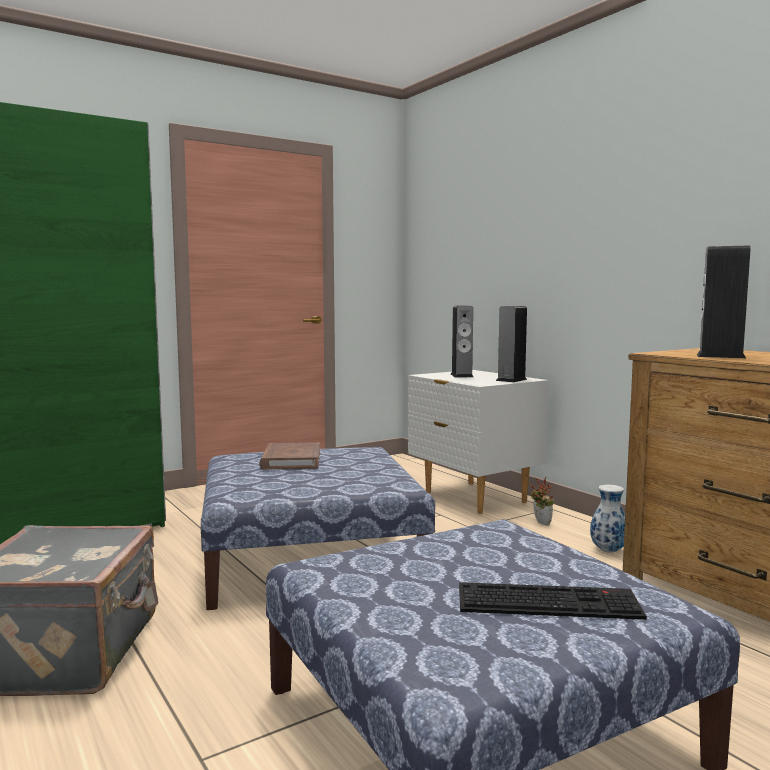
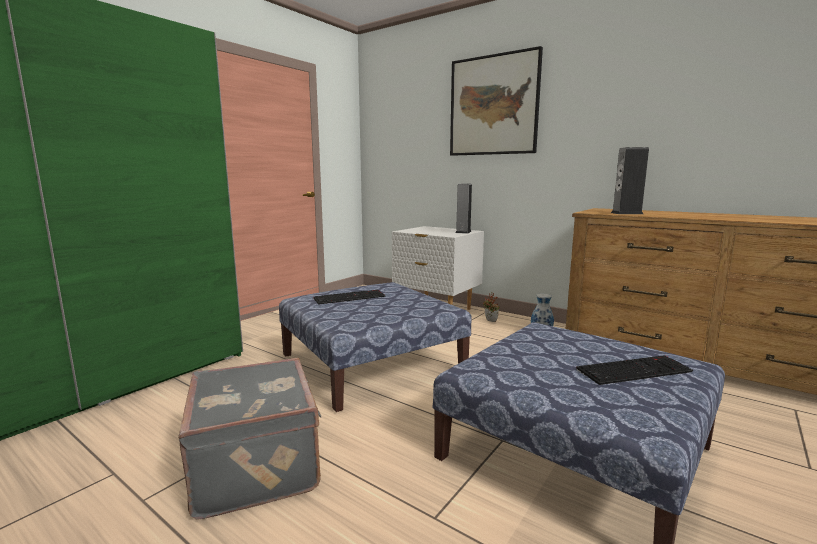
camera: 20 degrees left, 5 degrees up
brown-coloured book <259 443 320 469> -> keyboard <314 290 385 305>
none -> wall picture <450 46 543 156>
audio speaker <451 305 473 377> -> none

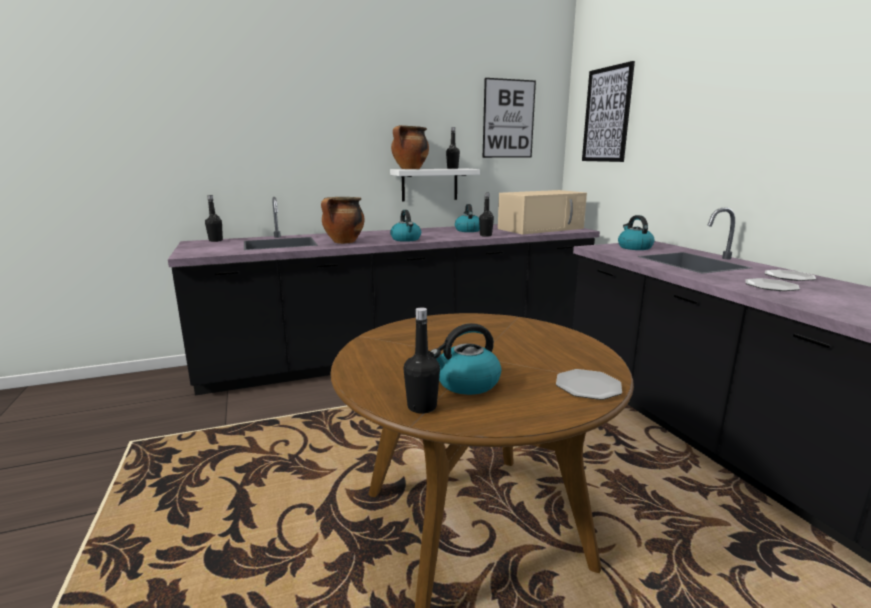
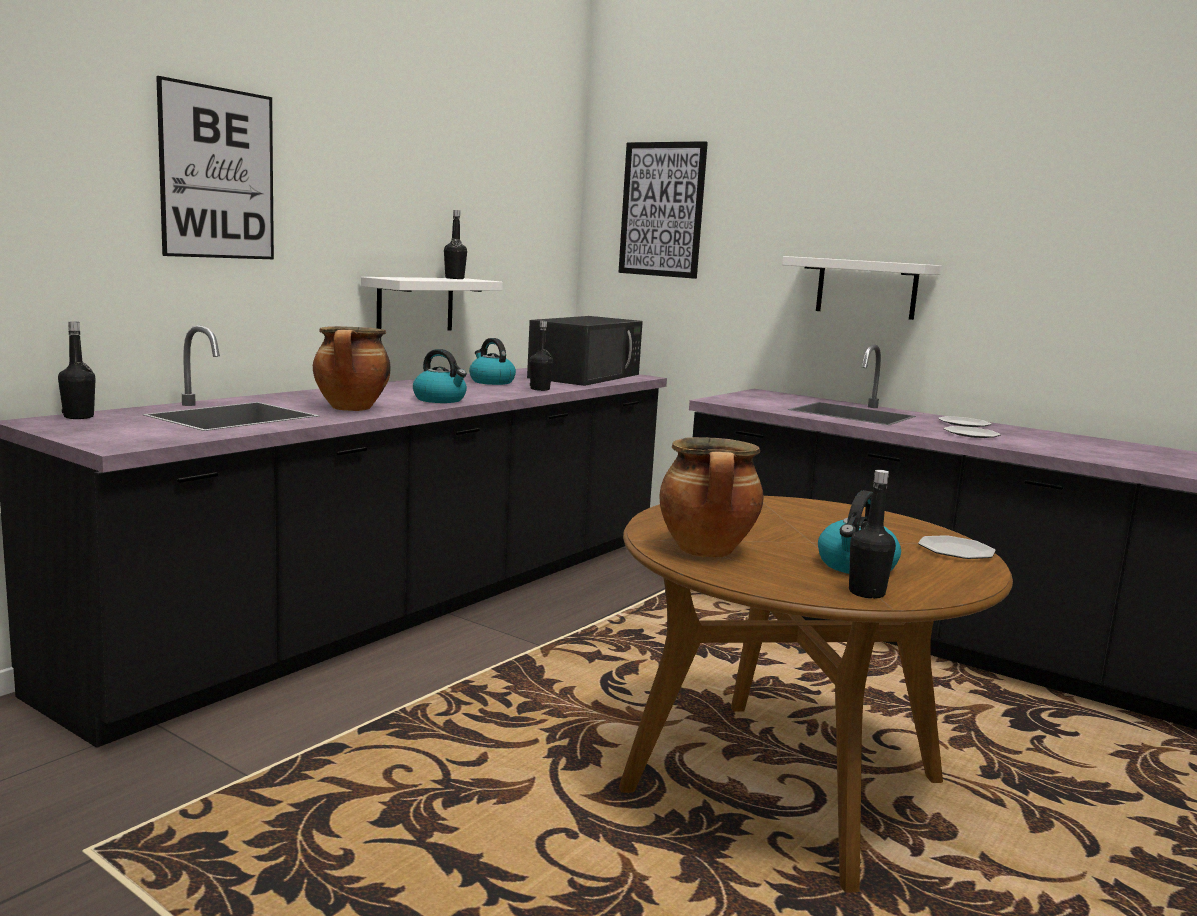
camera: 35 degrees left, 5 degrees down
wall picture <483 78 536 158> -> wall picture <156 76 274 259>, move
sand-coloured microwave oven <498 190 587 235> -> black-coloured microwave oven <527 316 643 386>
cooking pot <391 125 429 169> -> cooking pot <660 437 763 558>, move
none -> whitish bracket shelf <782 256 941 320>
tea kettle <618 215 655 250> -> none

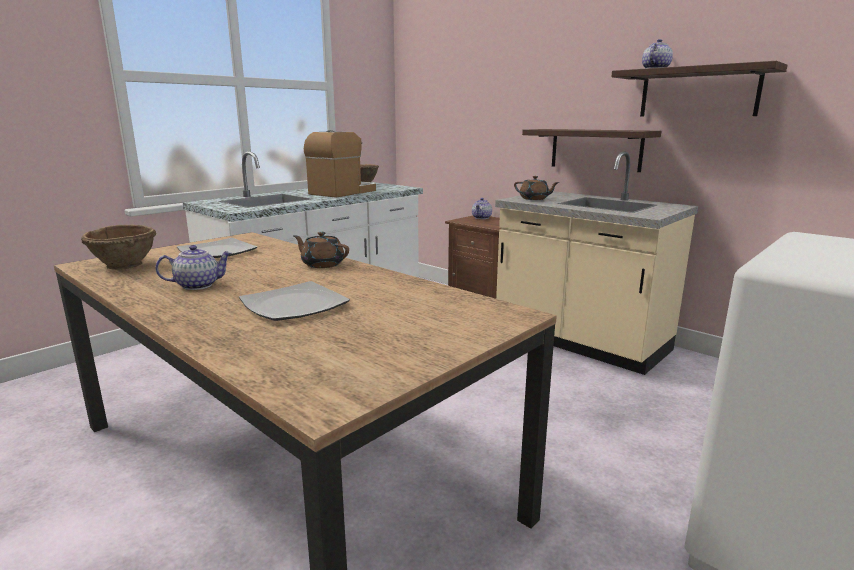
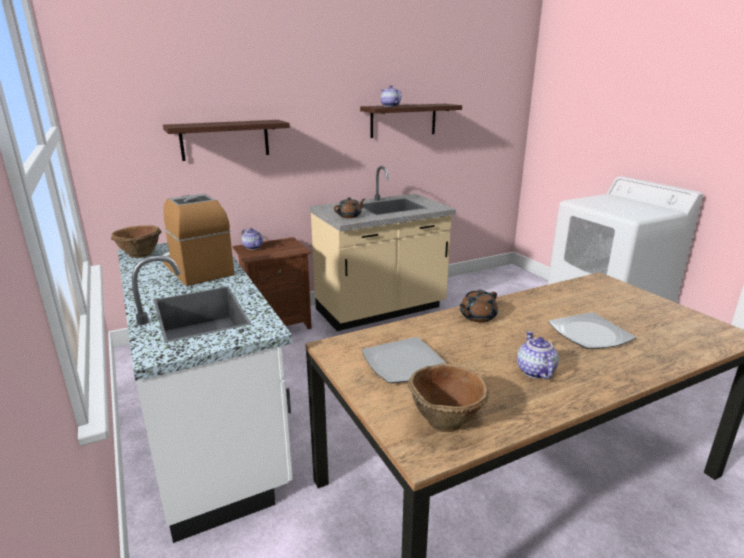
camera: 70 degrees left, 5 degrees up
bracket shelf <522 129 661 172> -> bracket shelf <163 120 290 161>, move

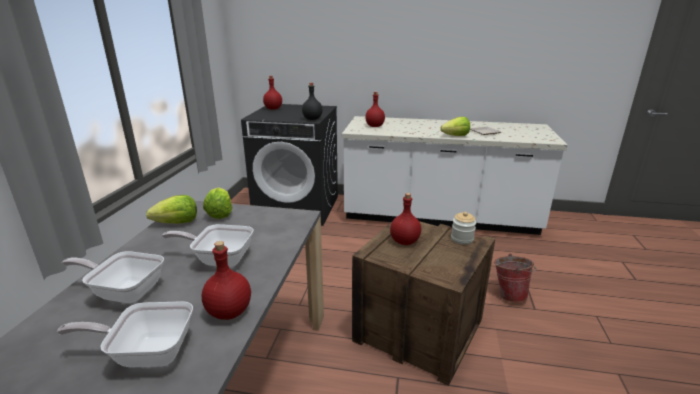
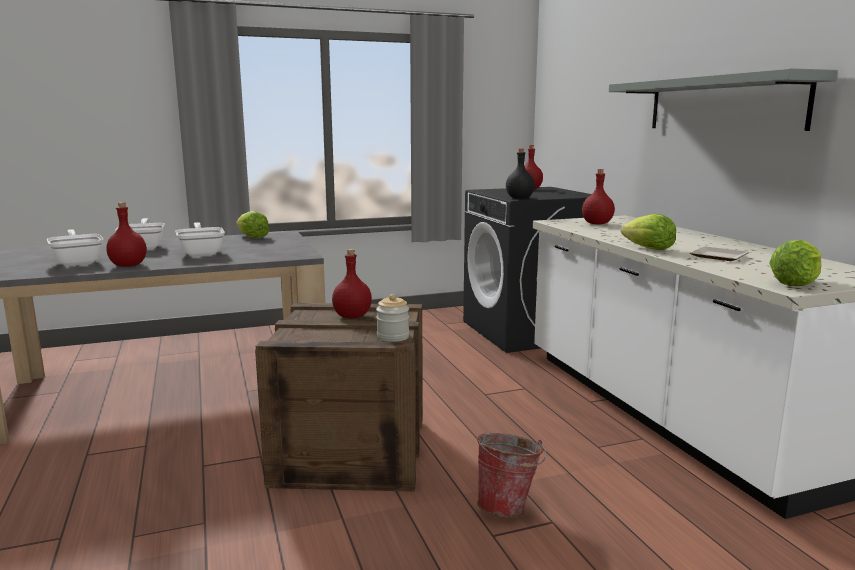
camera: 60 degrees right, 10 degrees down
none -> gray bracket shelf <609 68 838 131>
lettuce head <203 187 232 219> -> lettuce head <769 240 821 286>, move

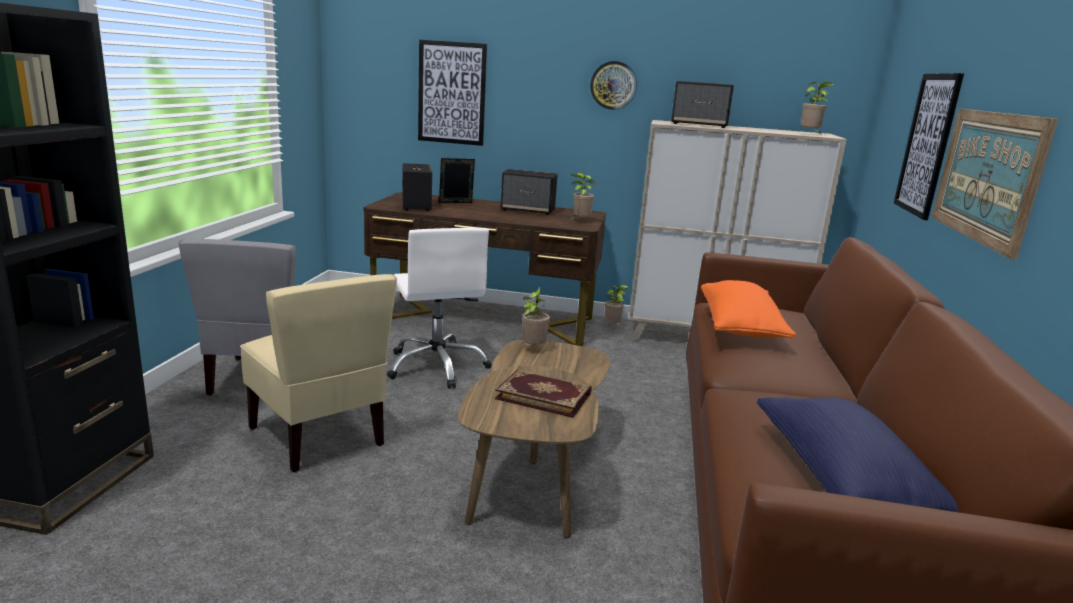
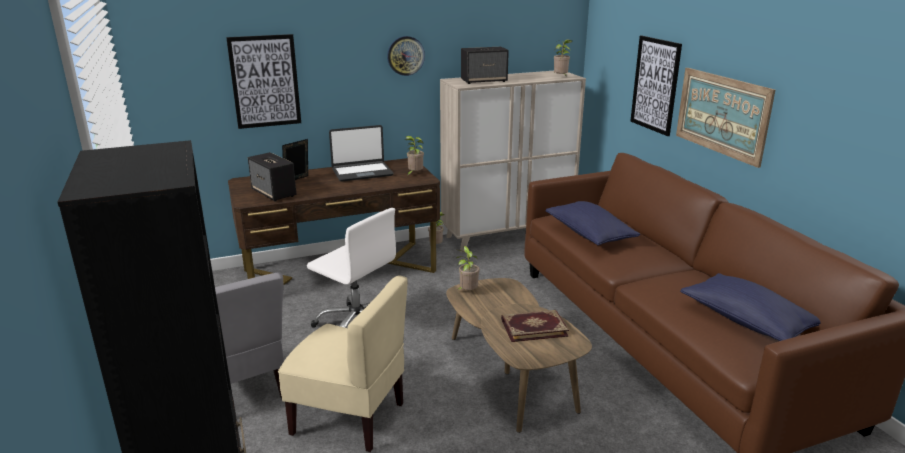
camera: 30 degrees left, 5 degrees up
audio speaker <500 169 558 215> -> portable computer <329 125 394 182>
orange pillow <701 280 796 338> -> blue-coloured pillow <545 201 640 245>

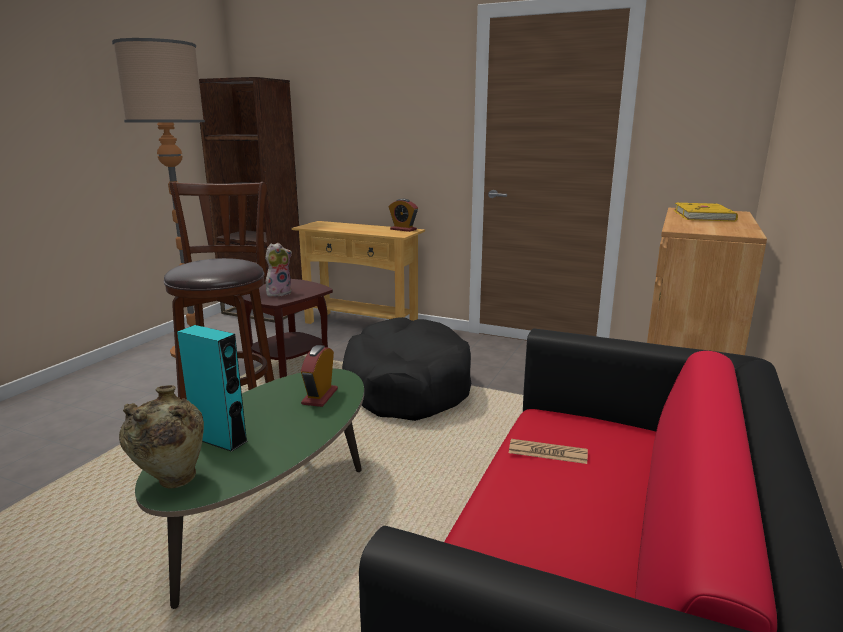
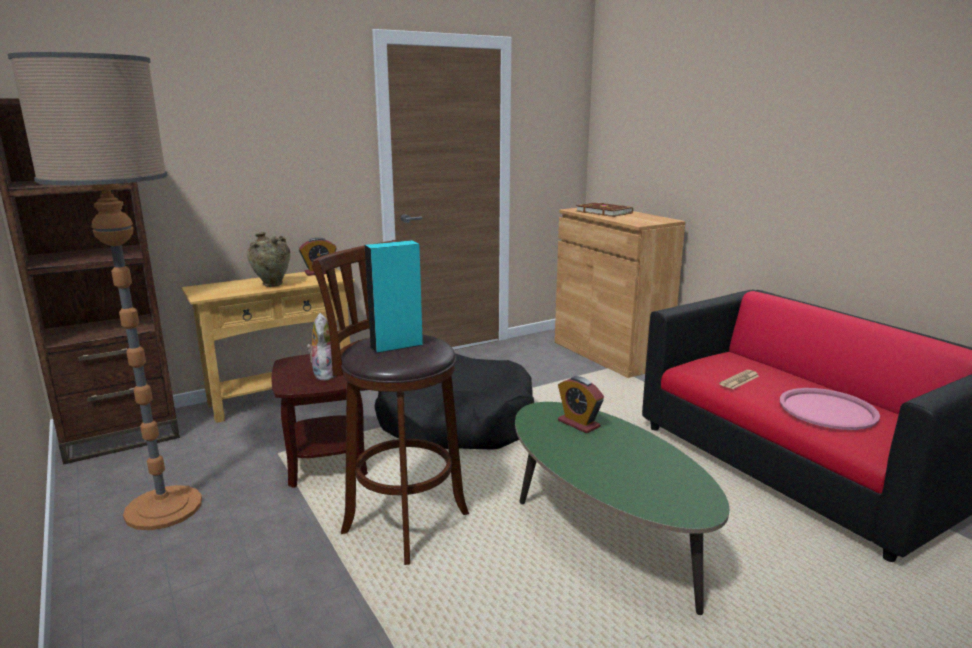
camera: 55 degrees left, 0 degrees up
sand-coloured decorative vase <119 385 204 489> -> sand-coloured decorative vase <247 232 290 287>, move
turquoise audio speaker <177 325 248 452> -> turquoise audio speaker <365 240 423 353>, move
yellow book <674 202 738 221> -> brown-coloured book <576 202 633 217>
none -> pinkish tray <780 388 880 430>

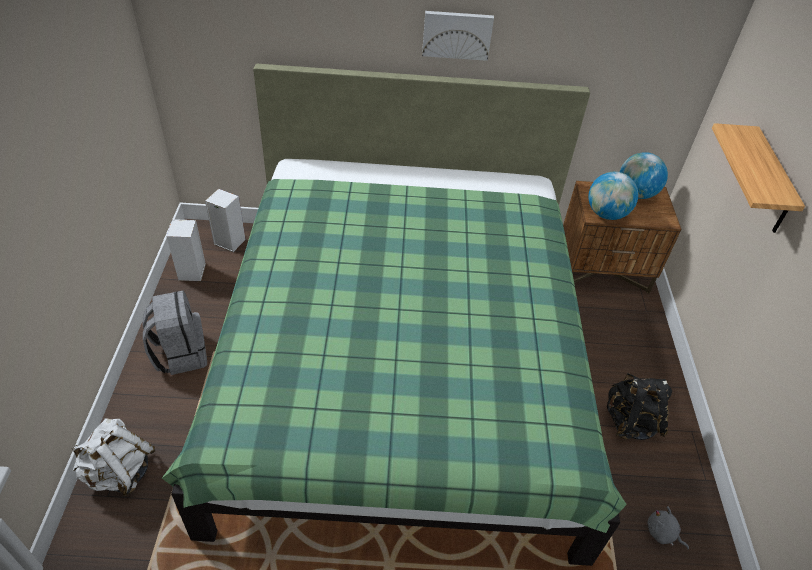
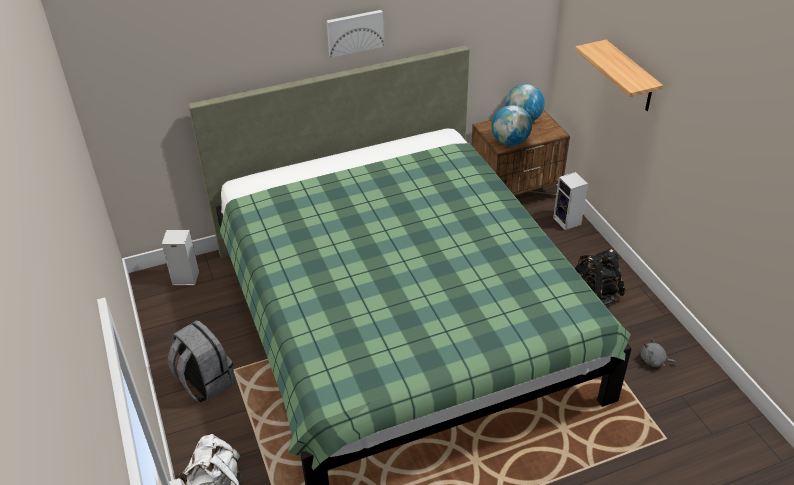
camera: 20 degrees left, 5 degrees down
audio speaker <166 219 206 281> -> audio speaker <553 172 588 230>, move

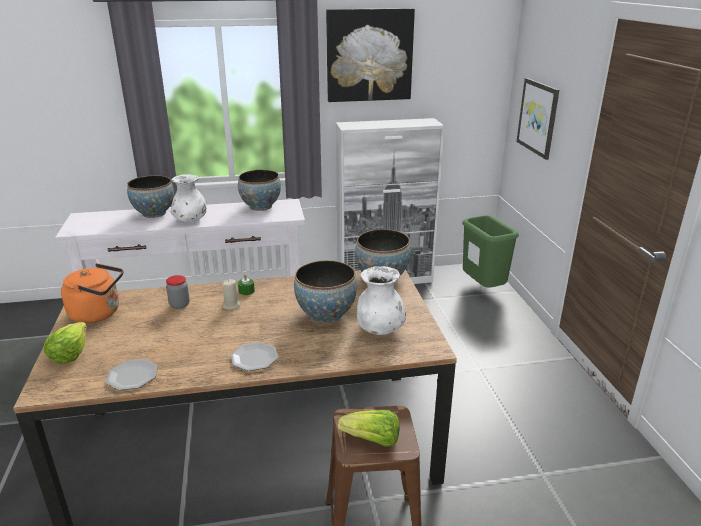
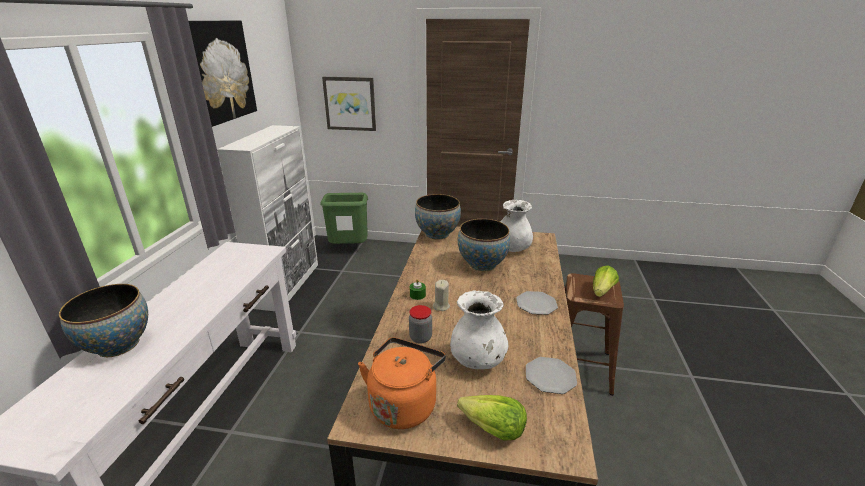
camera: 70 degrees left, 0 degrees up
whitish decorative vase <171 174 206 222> -> whitish decorative vase <450 290 508 369>, move
serving bowl <238 170 281 211> -> none

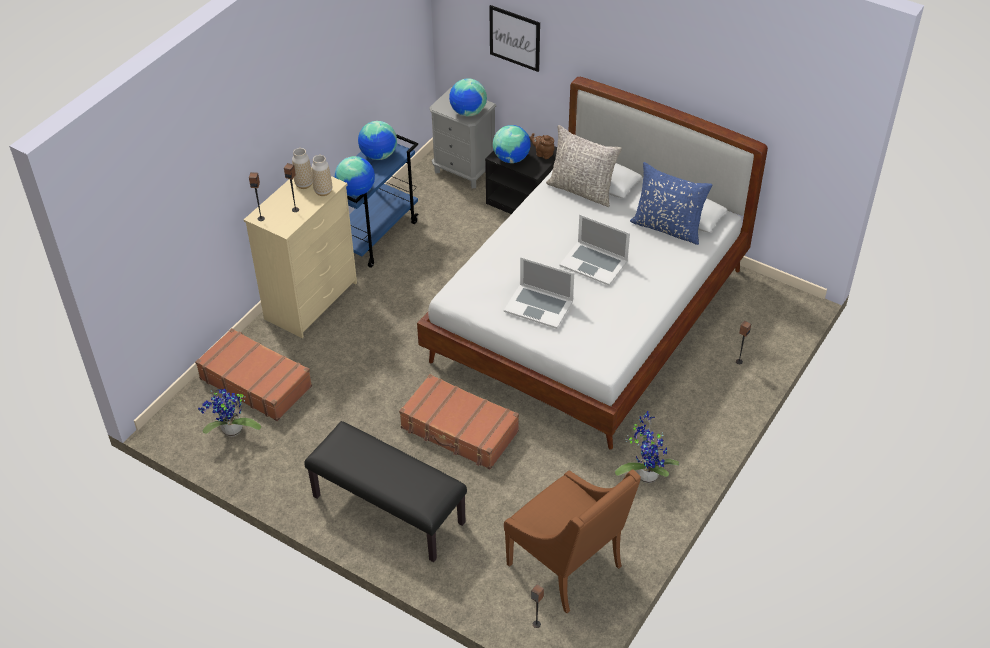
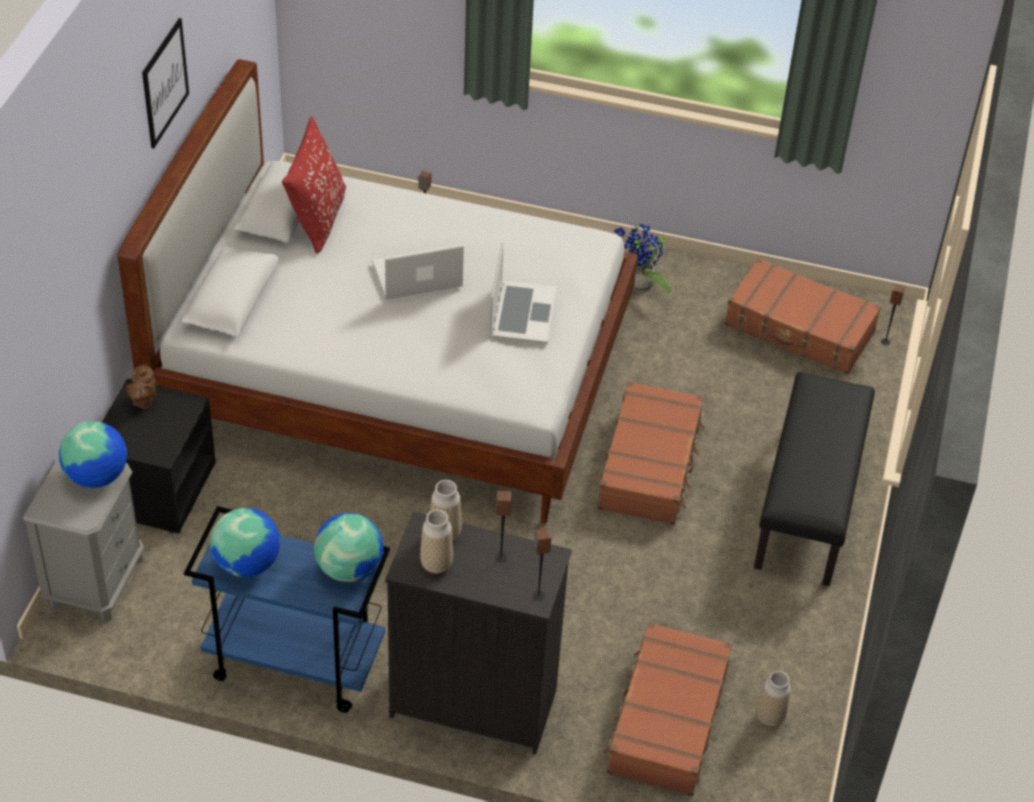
camera: 110 degrees left, 0 degrees up
wall picture <489 5 540 72> -> wall picture <142 18 189 149>, move
blue-coloured pillow <630 162 713 245> -> reddish pillow <282 116 346 254>
portable computer <559 214 630 286> -> portable computer <372 245 464 300>, 120 degrees counterclockwise
sand-coloured dresser <244 168 357 338> -> black-coloured dresser <385 512 572 755>
brown-coloured easy chair <504 470 641 613> -> brown-coloured suitcase <724 258 881 375>
plant in a pot <198 388 261 437> -> decorative vase <757 671 791 727>
globe <493 125 531 163> -> none
gray pillow <546 125 622 207> -> none

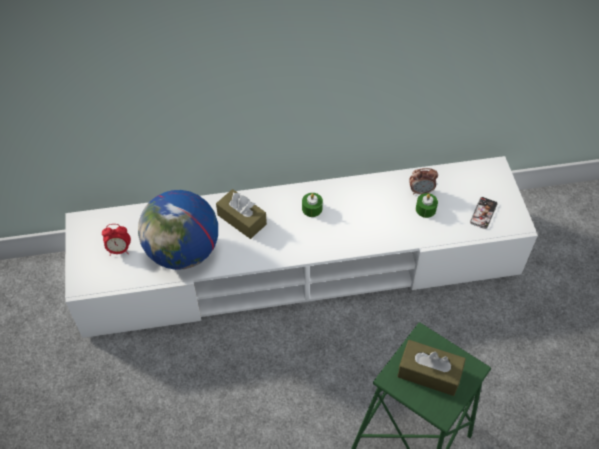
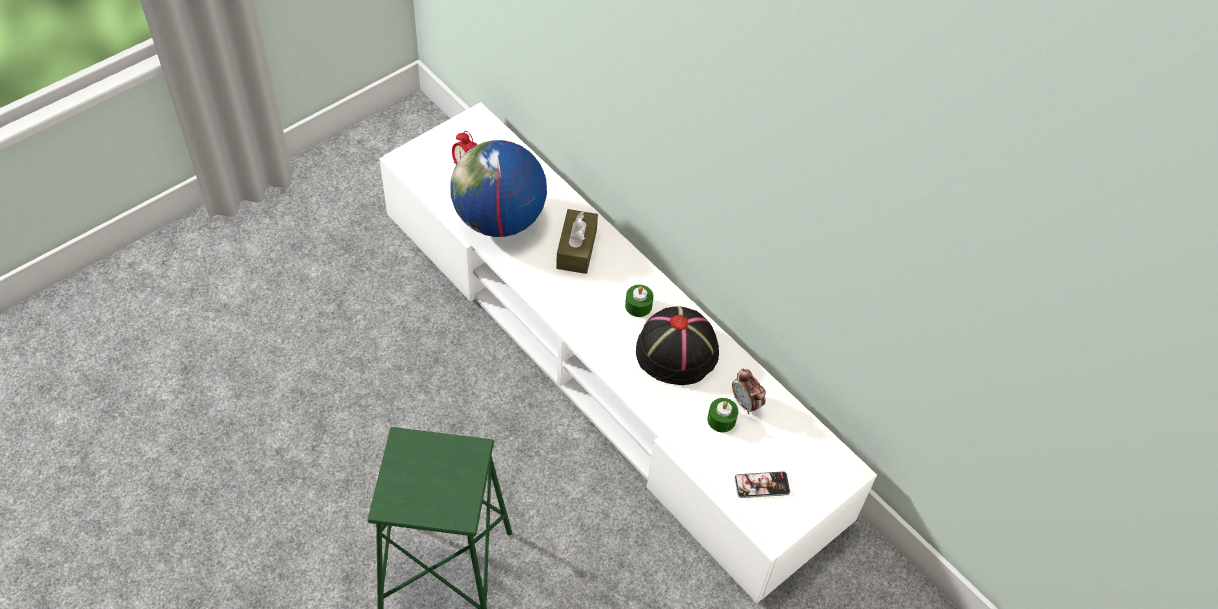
camera: 55 degrees right, 0 degrees up
none -> black-coloured wearable hat <636 306 719 385>
brown-coloured tissue holder <397 340 466 396> -> none

